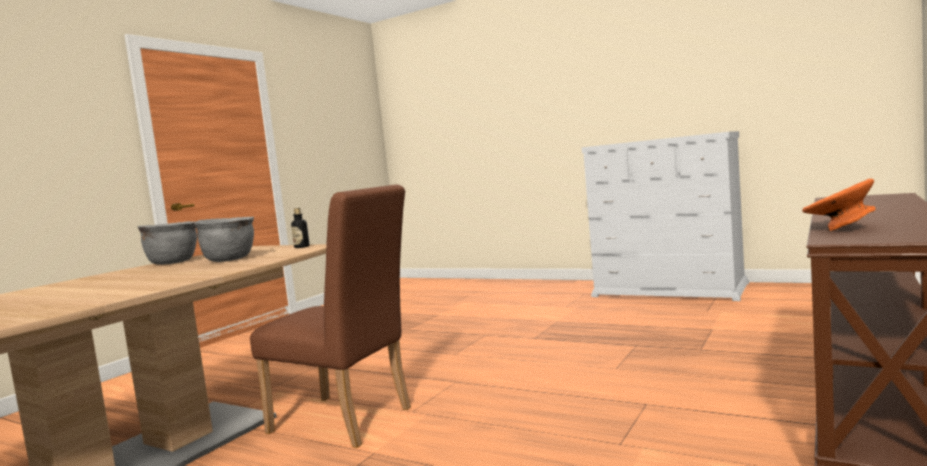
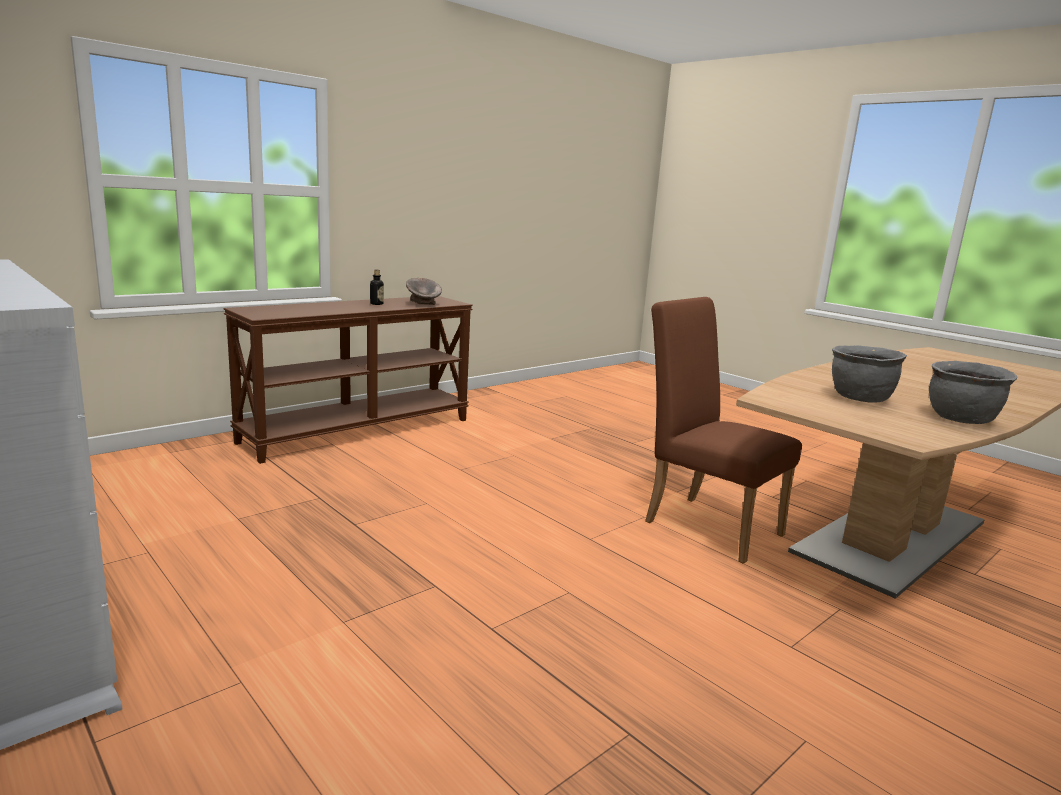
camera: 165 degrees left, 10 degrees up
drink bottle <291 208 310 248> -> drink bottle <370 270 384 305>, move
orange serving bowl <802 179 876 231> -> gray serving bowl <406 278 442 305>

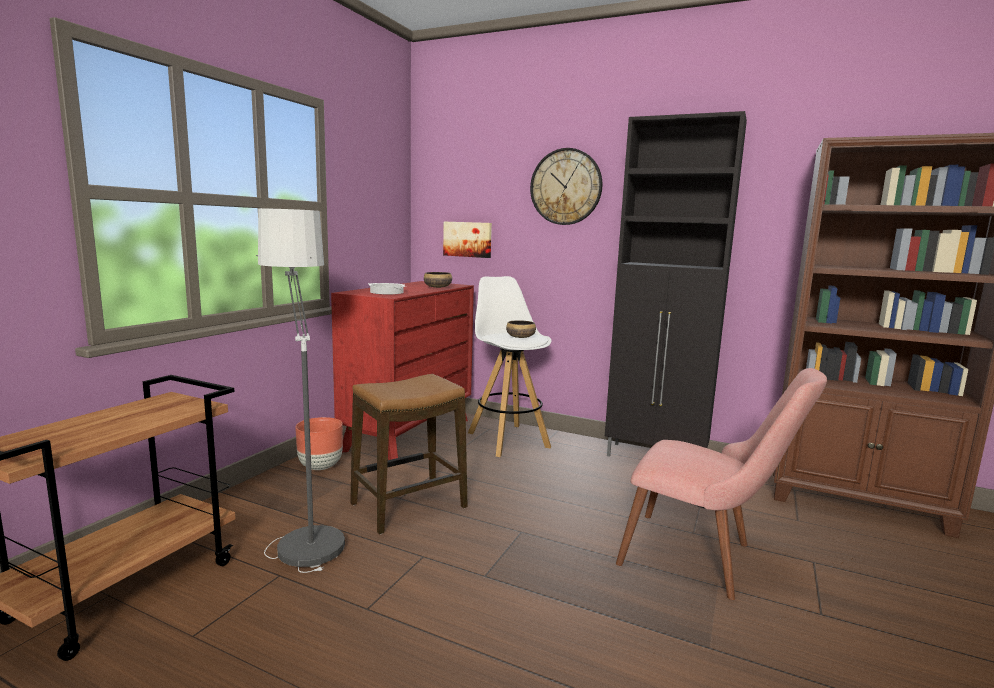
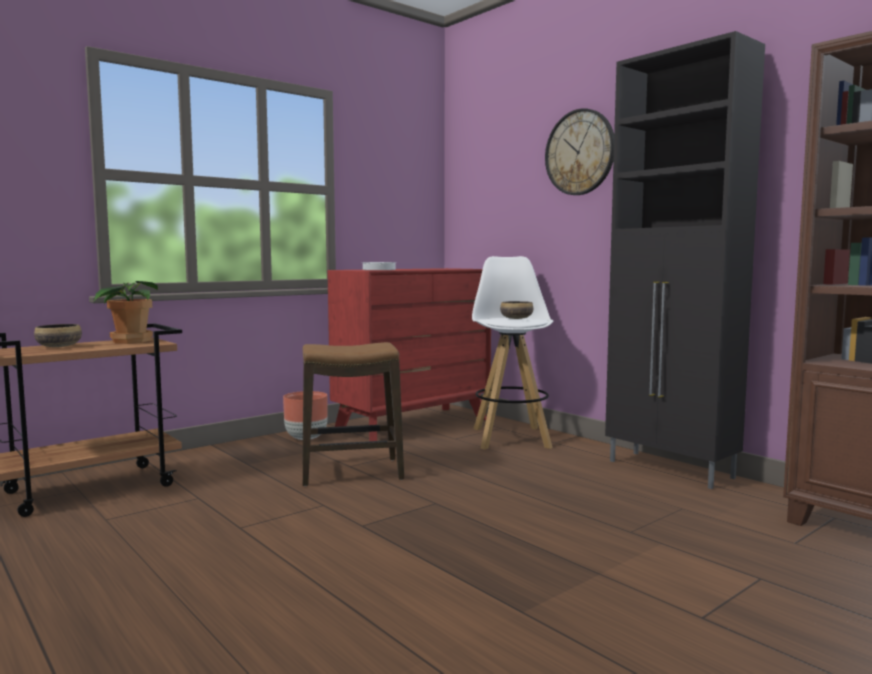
camera: 25 degrees right, 5 degrees down
serving bowl <424 272 452 288> -> serving bowl <34 324 82 347>, move
none -> plant in a pot <94 281 158 344>
standing lamp <256 208 345 573> -> none
wall picture <443 222 492 258> -> none
pinkish chair <616 368 827 600> -> none

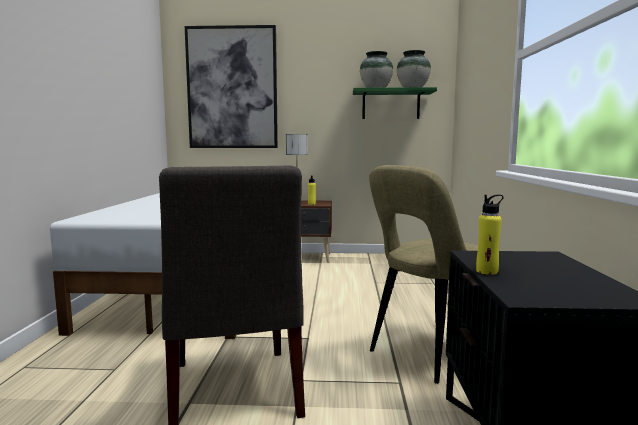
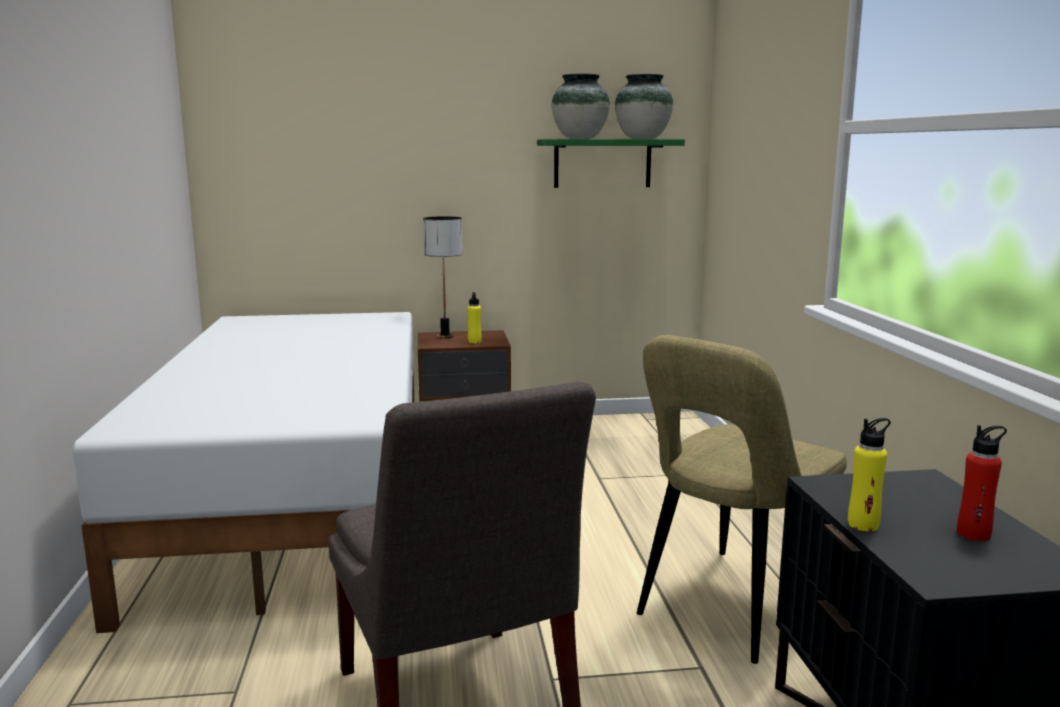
camera: 10 degrees left, 5 degrees up
none -> reddish drink bottle <957 425 1007 541>
wall picture <185 25 278 148> -> none

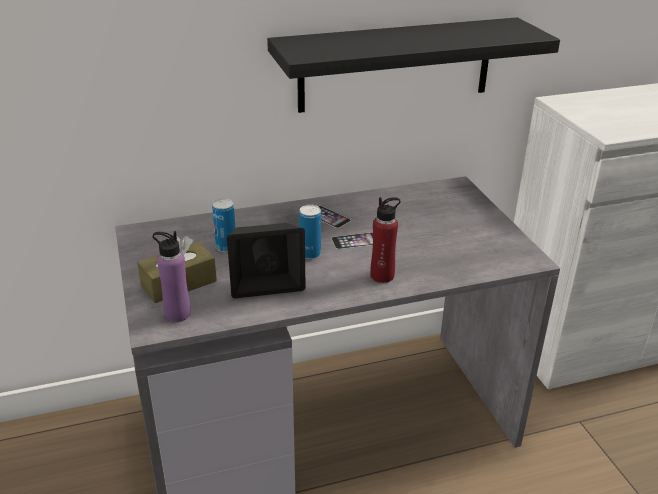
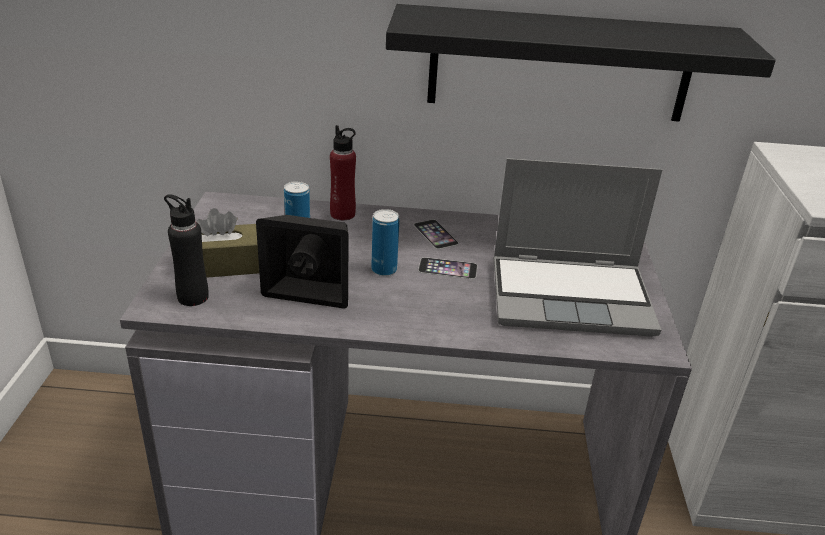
camera: 20 degrees right, 0 degrees up
purple-coloured drink bottle <153 231 191 322> -> black-coloured drink bottle <164 194 209 306>
reddish drink bottle <370 197 401 283> -> reddish drink bottle <330 125 356 220>, move
none -> portable computer <494 158 662 337>

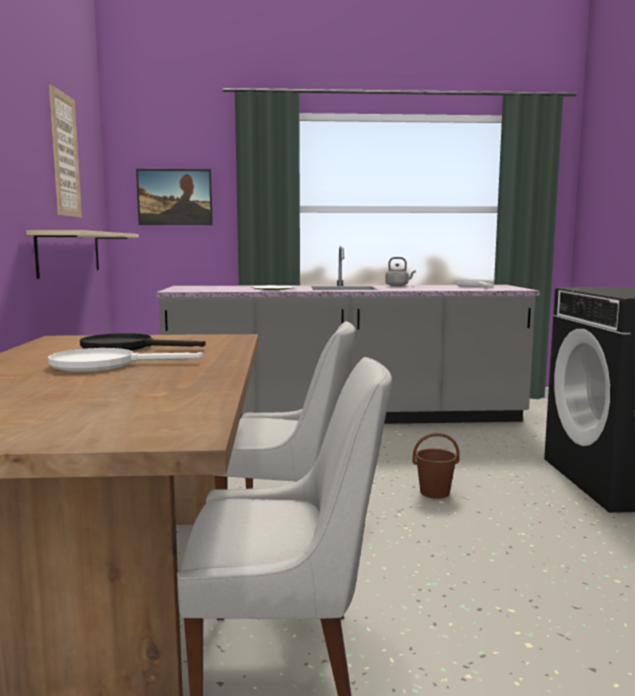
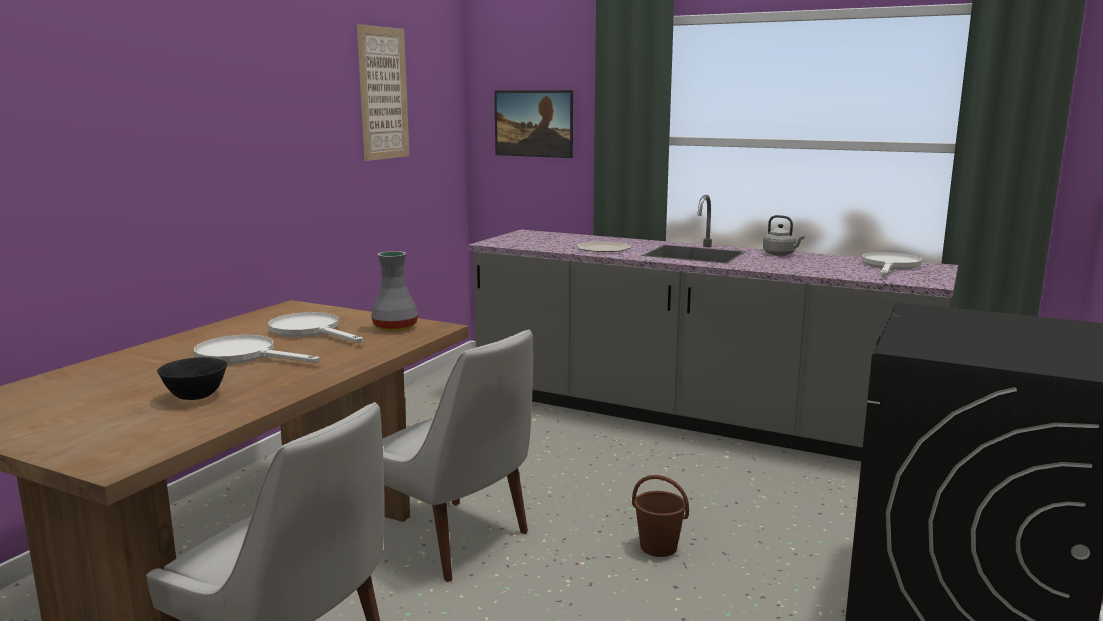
camera: 30 degrees right, 5 degrees up
none -> black-coloured serving bowl <157 357 227 400>
black-coloured pan <80 333 206 351> -> whitish pan <268 312 363 343>
none -> gray decorative vase <371 251 418 331>
sand-coloured bracket shelf <26 230 139 279> -> none

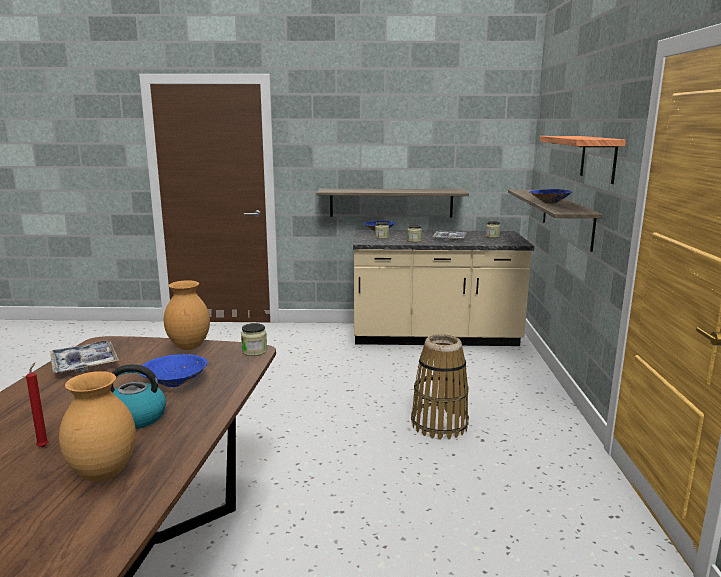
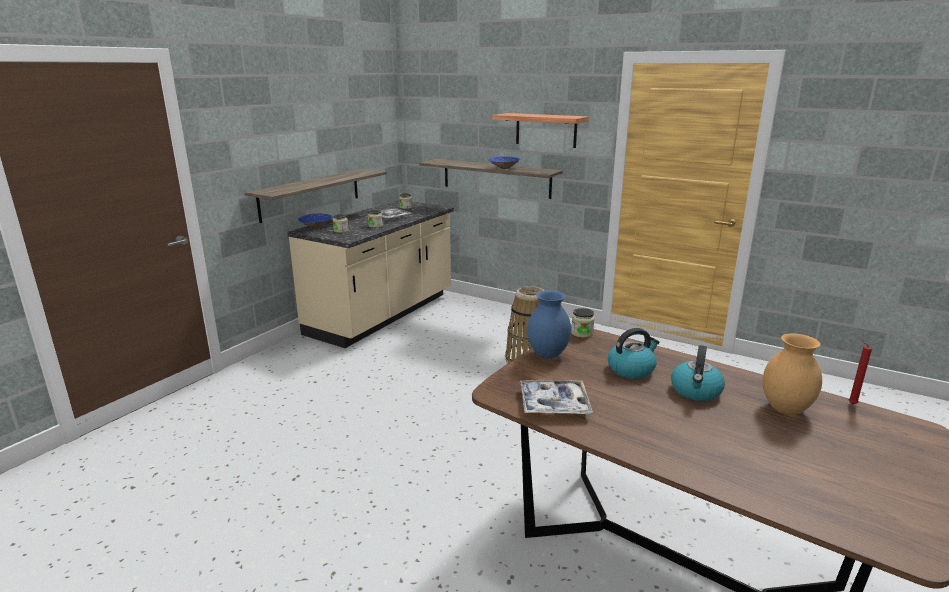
camera: 60 degrees left, 5 degrees up
brown-coloured decorative vase <164 280 210 350> -> blue-coloured decorative vase <527 290 571 359>
blue-coloured serving bowl <140 354 207 387> -> tea kettle <608 328 660 379>
reddish candle <26 363 49 447> -> reddish candle <849 339 872 404>, move

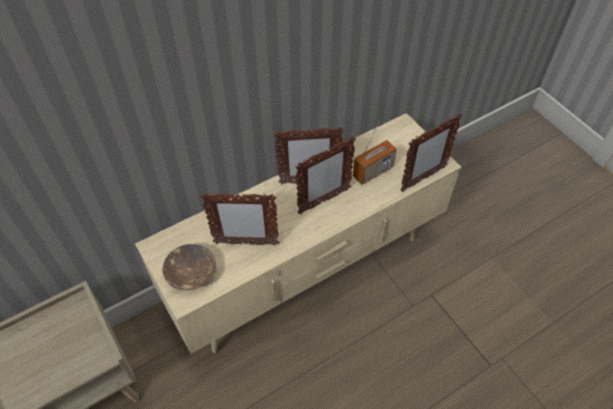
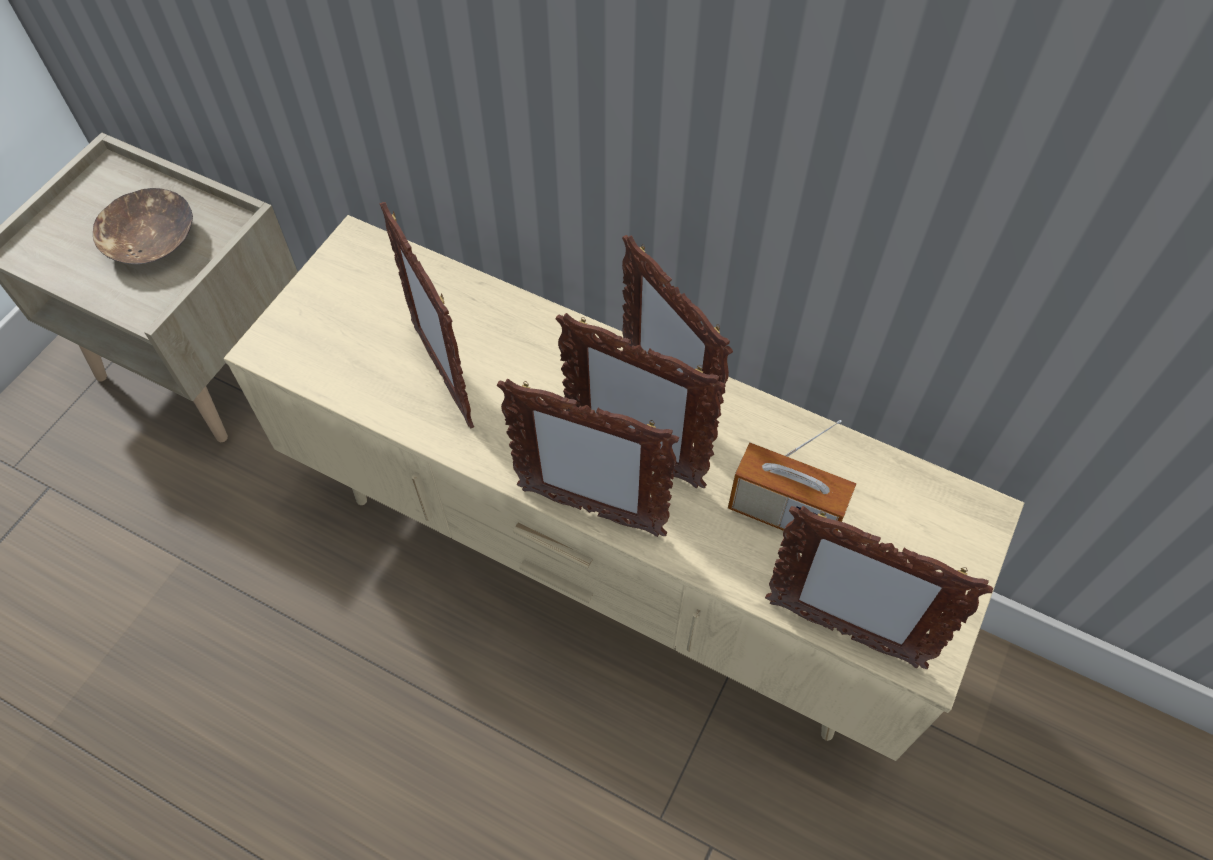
camera: 60 degrees right, 5 degrees up
brown-coloured serving bowl <163 244 216 290> -> brown-coloured serving bowl <93 188 193 264>, move
none -> photo frame <497 379 679 537>

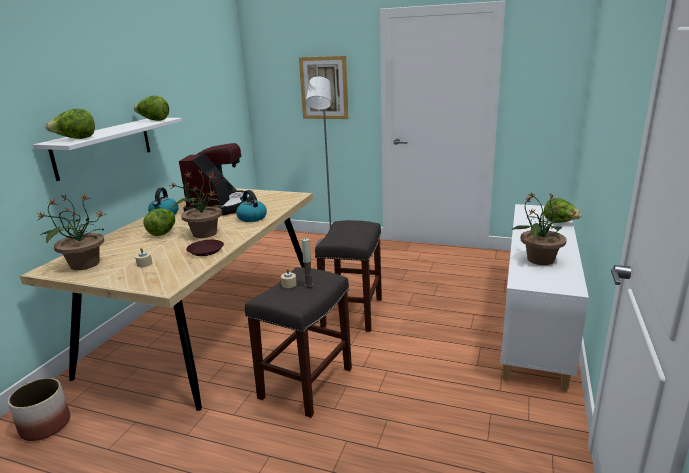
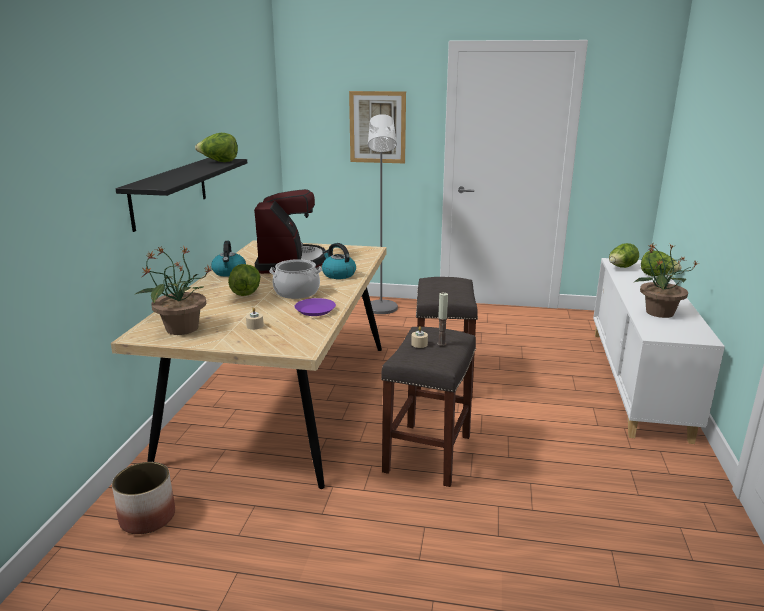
camera: 10 degrees left, 0 degrees up
whitish bracket shelf <33 118 182 181> -> black-coloured bracket shelf <115 158 247 232>
plant in a pot <169 170 226 238> -> cooking pot <269 259 322 299>
brown-coloured flat dish <186 240 224 256> -> purple-coloured flat dish <294 298 336 316>
lettuce head <45 109 95 139> -> lettuce head <609 243 639 268>, move

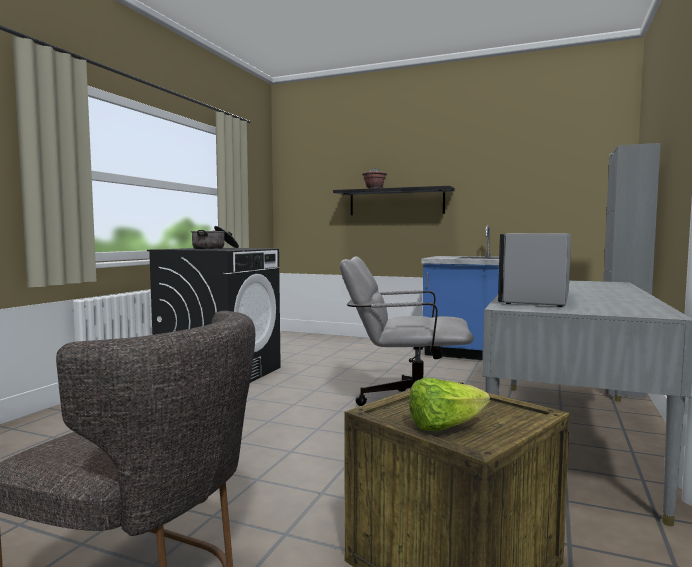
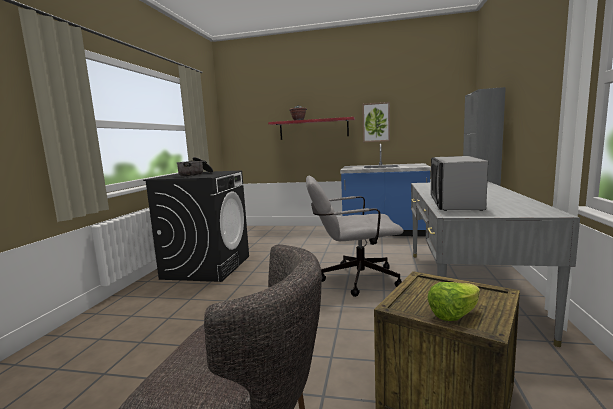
camera: 10 degrees left, 5 degrees up
black-coloured bracket shelf <333 186 455 215> -> reddish bracket shelf <268 117 355 140>
none -> wall picture <362 102 390 142>

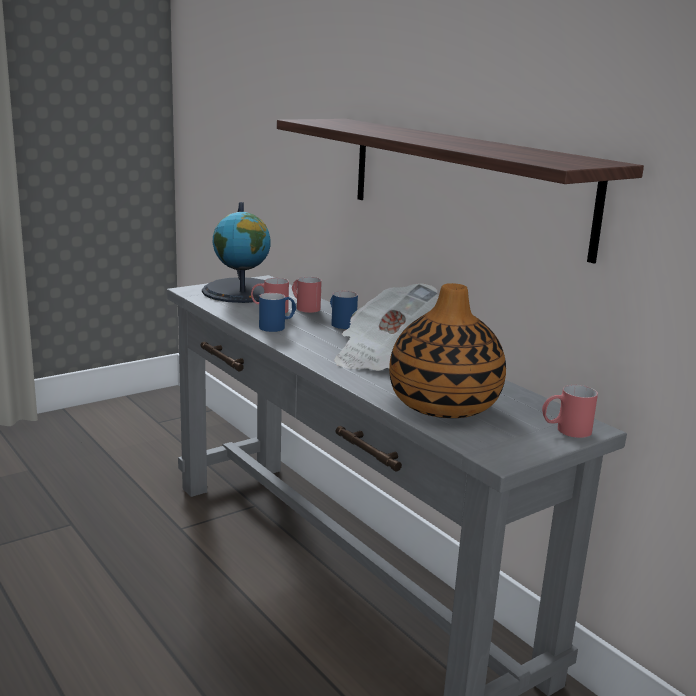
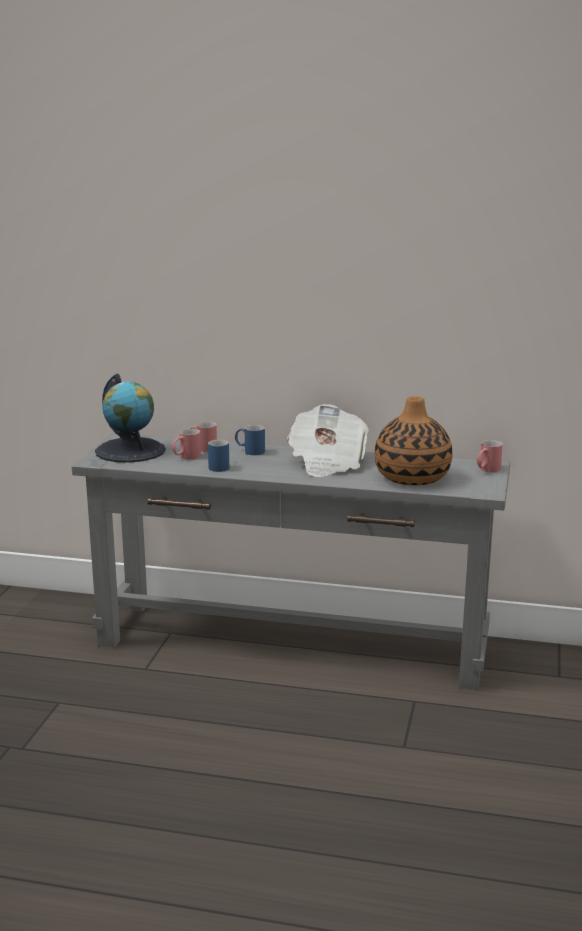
camera: 40 degrees left, 0 degrees up
bracket shelf <277 119 644 264> -> none

